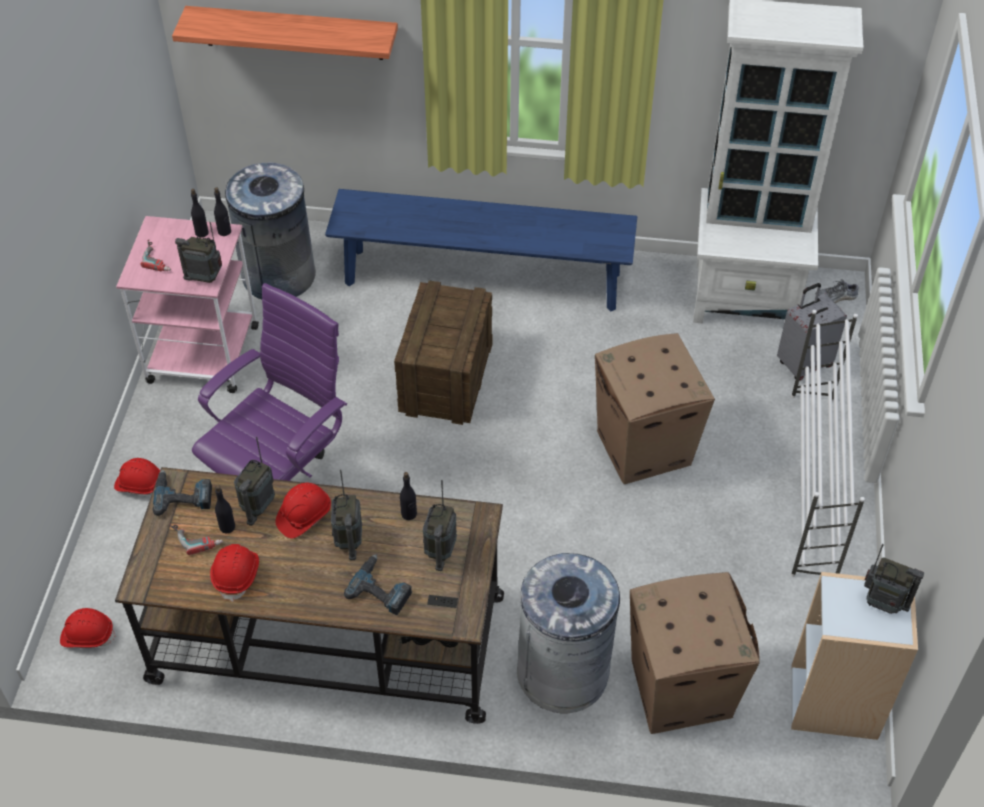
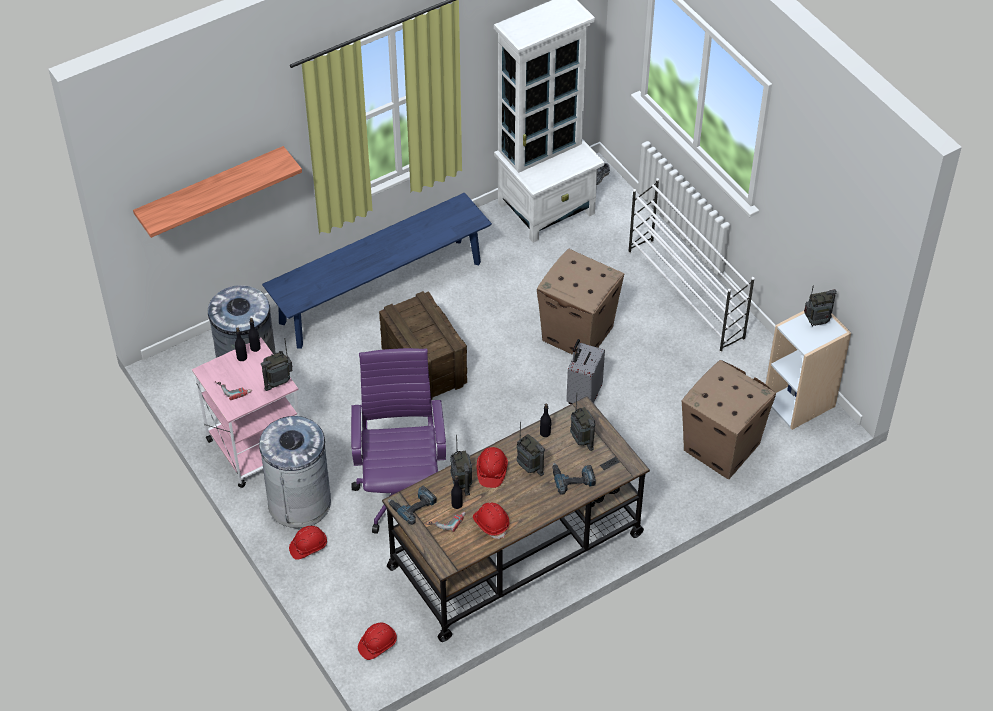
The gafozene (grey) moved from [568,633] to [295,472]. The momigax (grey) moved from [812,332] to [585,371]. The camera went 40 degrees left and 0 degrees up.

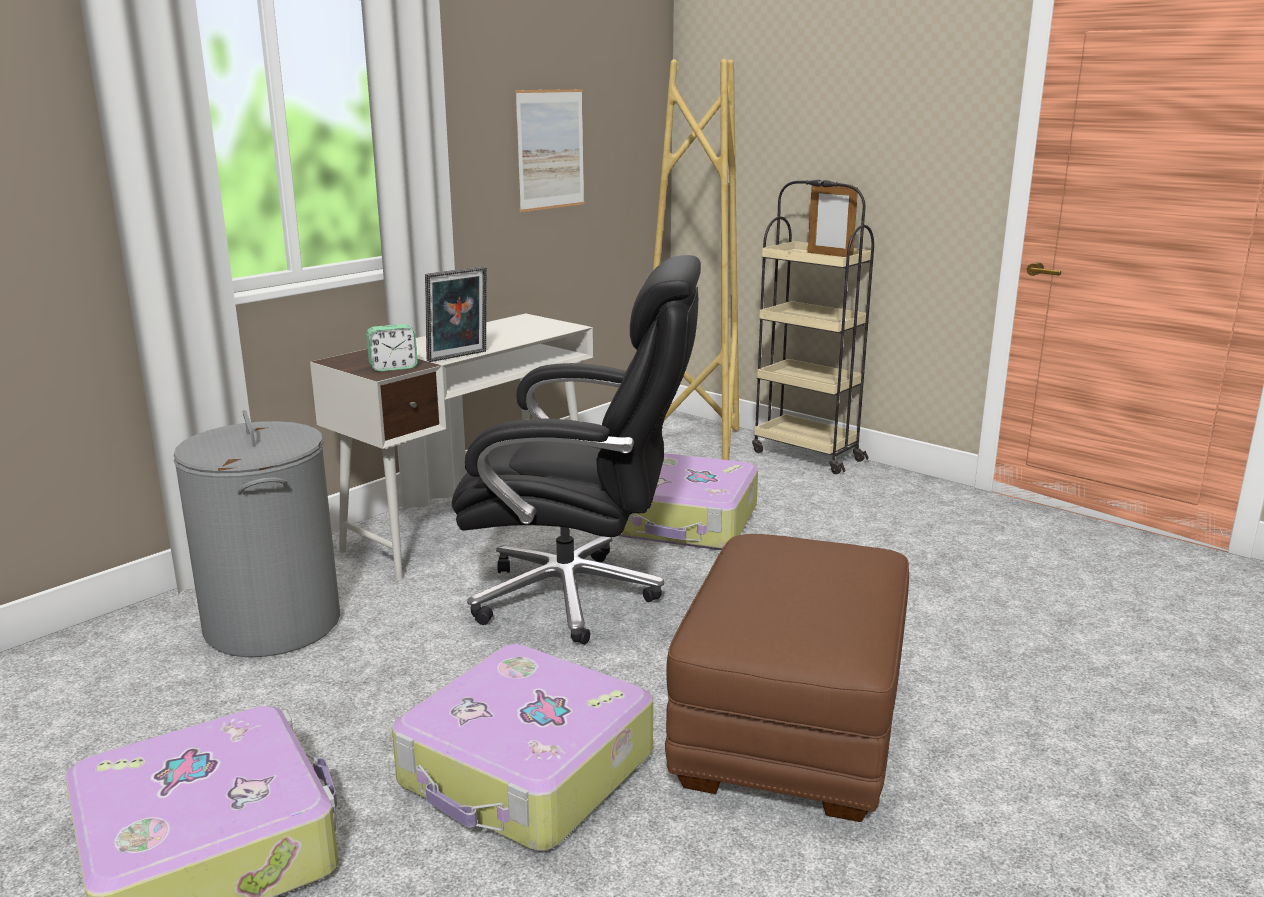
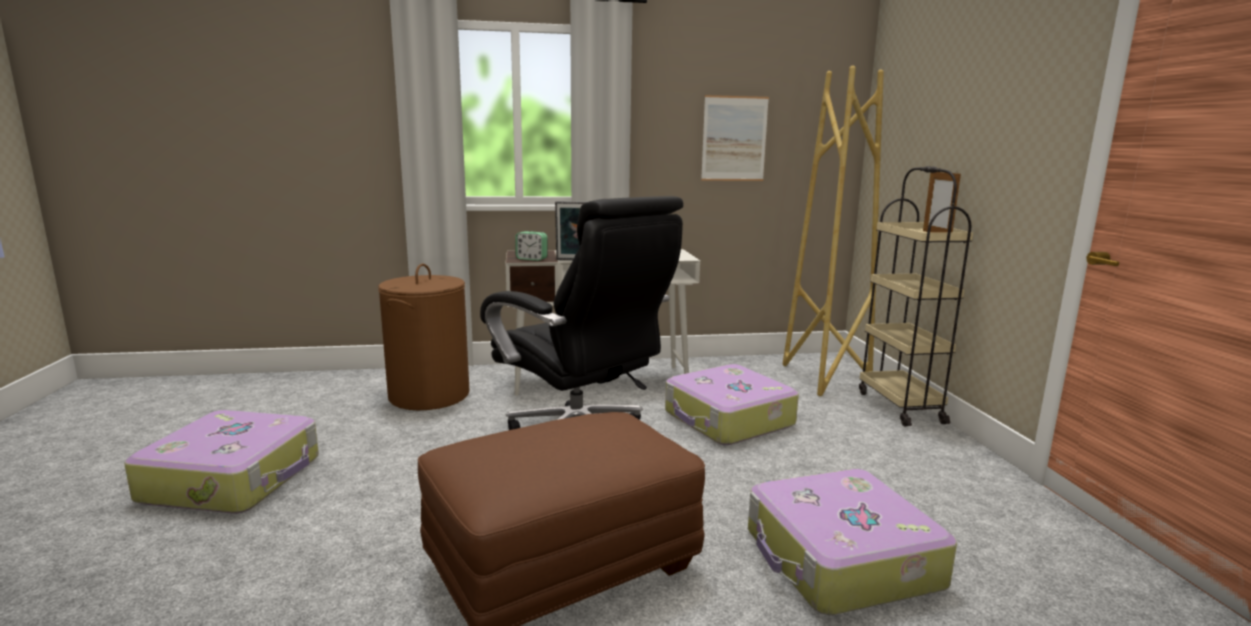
The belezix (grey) at [257,533] became the belezix (brown) at [423,337]. The momigax moved from [522,747] to [852,542]. The camera went 40 degrees right and 5 degrees down.

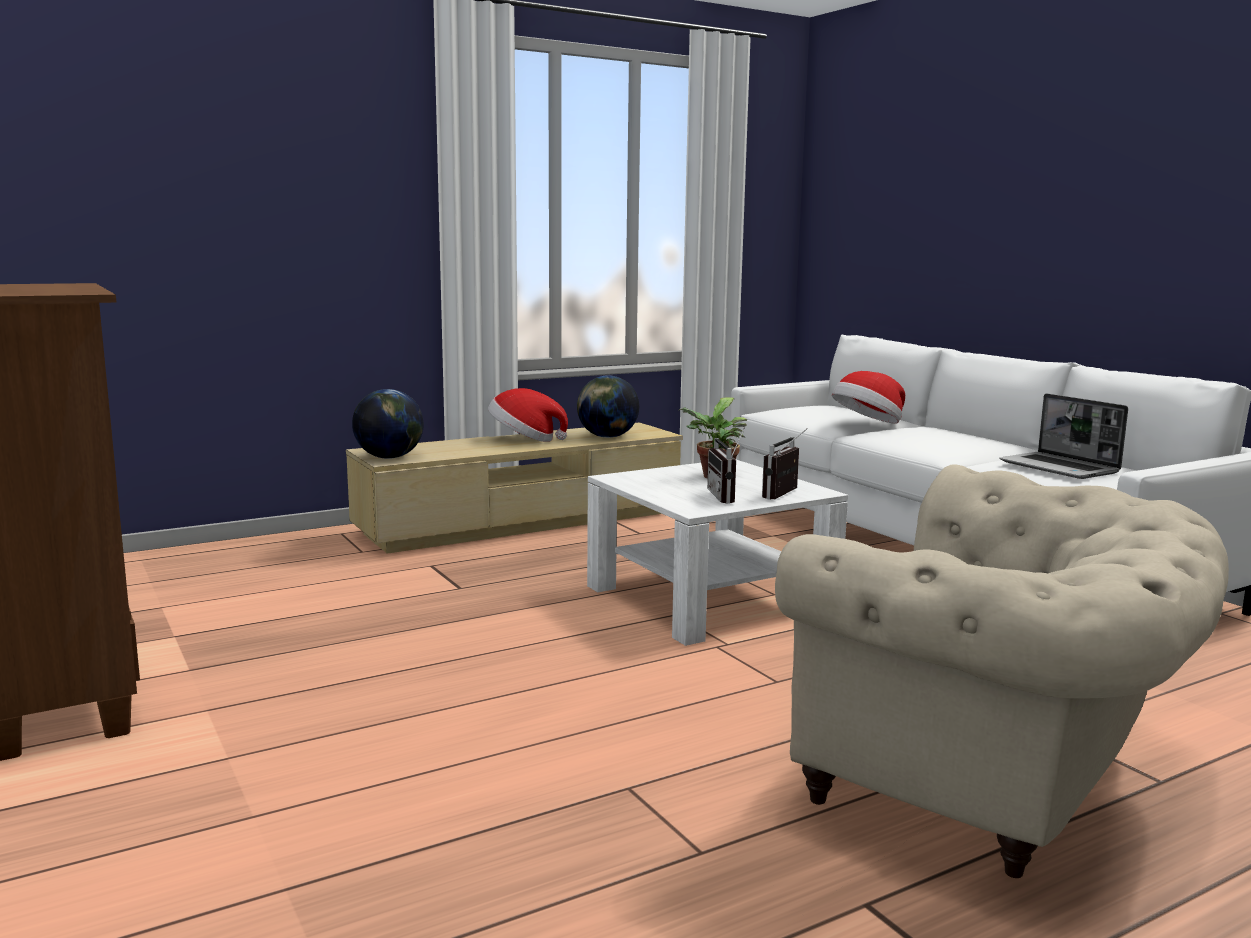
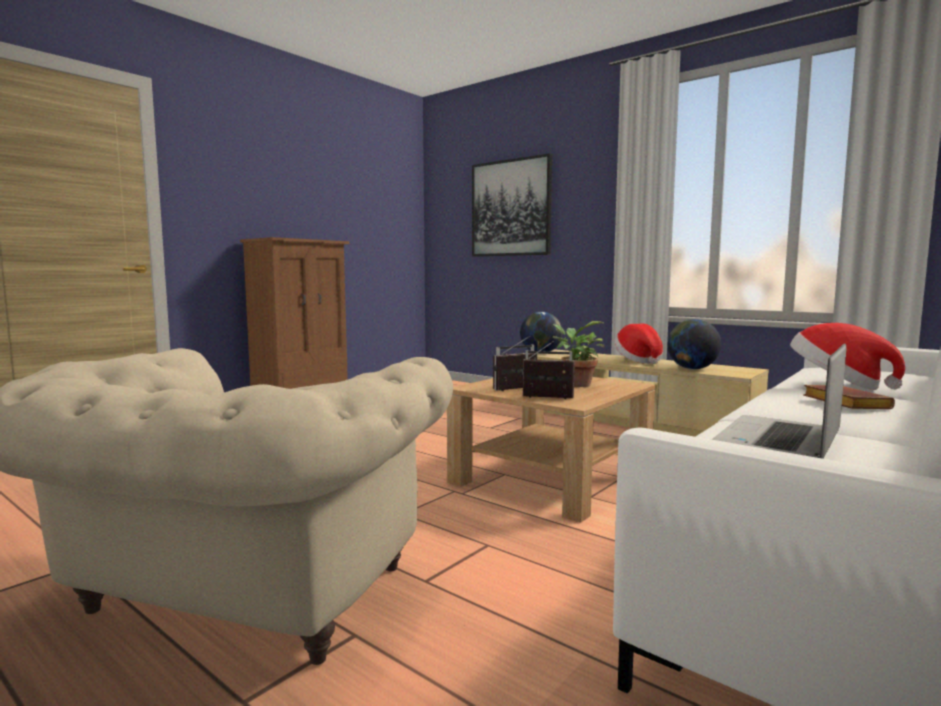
The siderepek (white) at [717,553] became the siderepek (brown) at [551,450]. The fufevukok at [512,205] appeared. The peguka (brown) at [849,397] appeared. The camera went 70 degrees right and 5 degrees down.

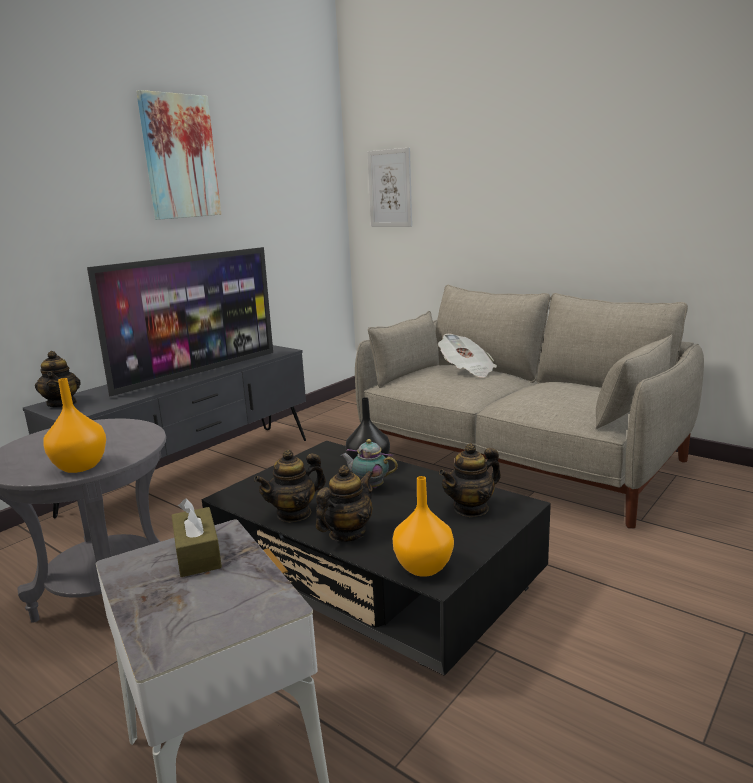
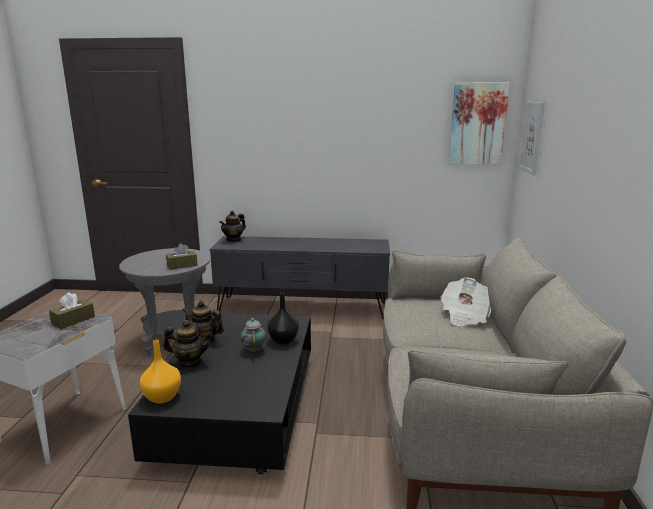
The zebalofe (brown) at [182,256] appeared. The fufevukok moved from [178,155] to [479,124]. The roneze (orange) at [74,425] disappeared. The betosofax at [180,321] disappeared. The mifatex at [470,480] disappeared. The camera went 55 degrees right and 0 degrees up.

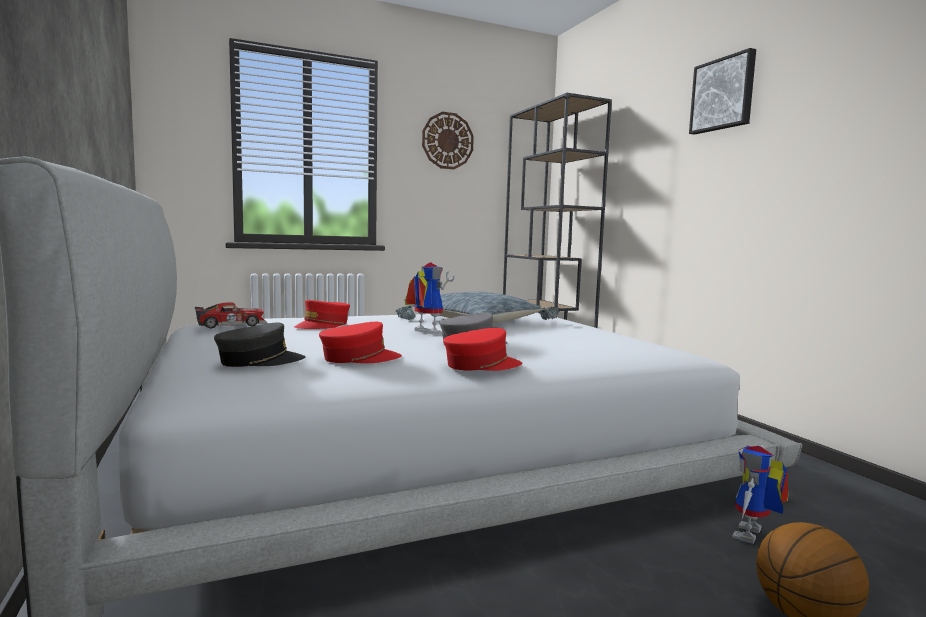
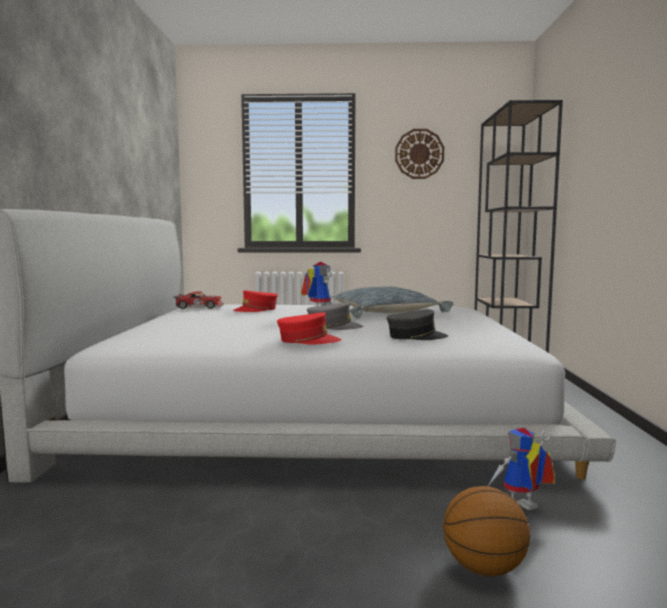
The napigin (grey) moved from [259,345] to [417,324]. The napigin (red) at [360,342] disappeared. The fufevukok at [722,91] disappeared. The camera went 25 degrees right and 0 degrees up.

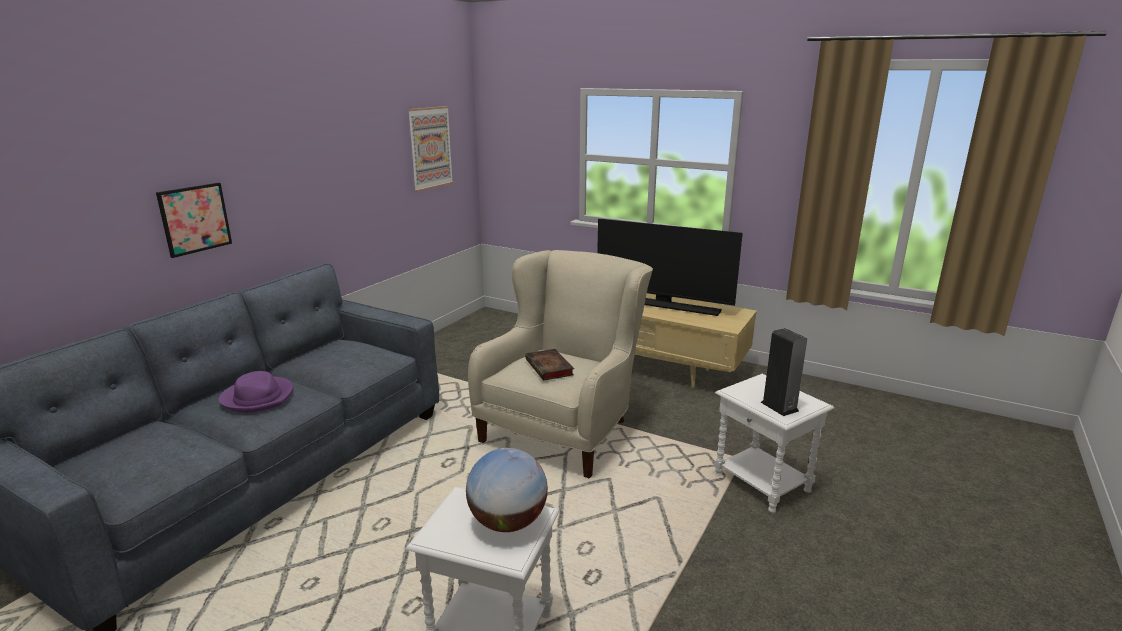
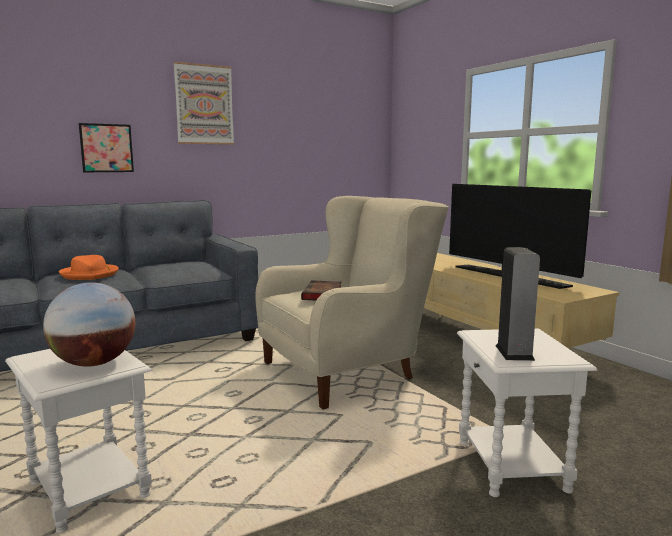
The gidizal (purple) at [256,392] became the gidizal (orange) at [89,267]. The fufevukok moved from [430,149] to [203,103]. The camera went 30 degrees right and 10 degrees down.

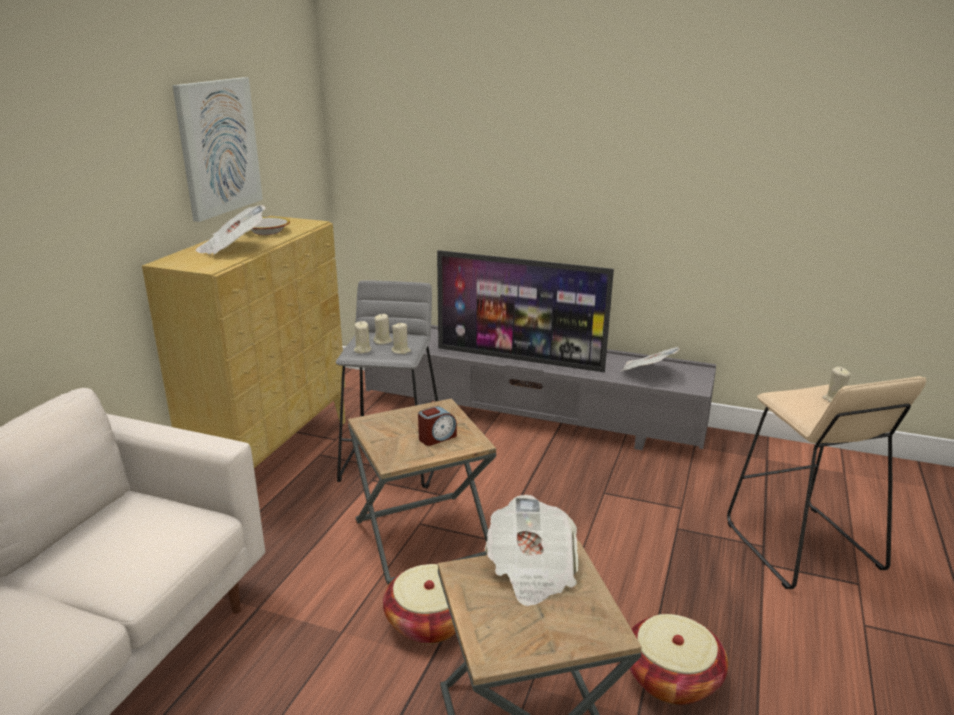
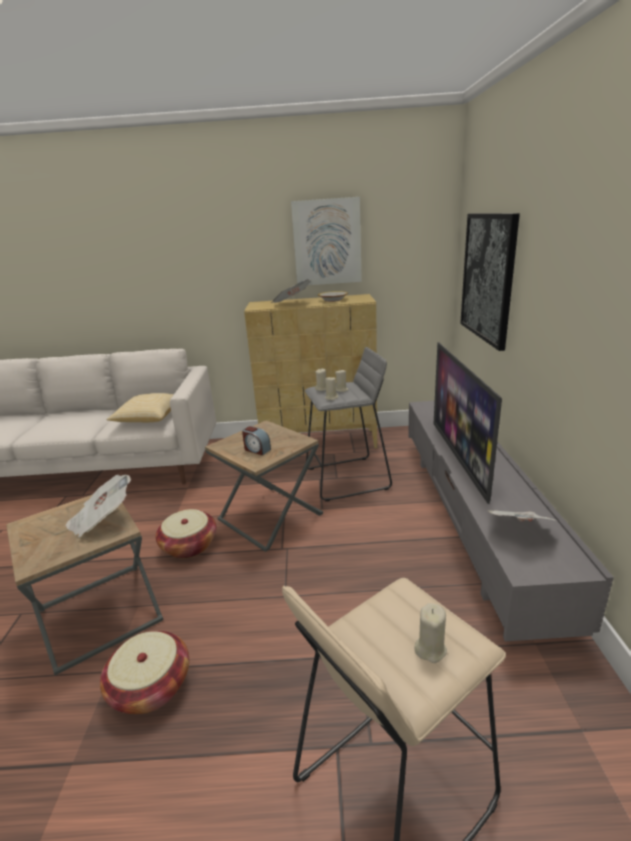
The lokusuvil at [140,407] appeared. The fufevukok at [490,282] appeared. The camera went 70 degrees right and 0 degrees up.

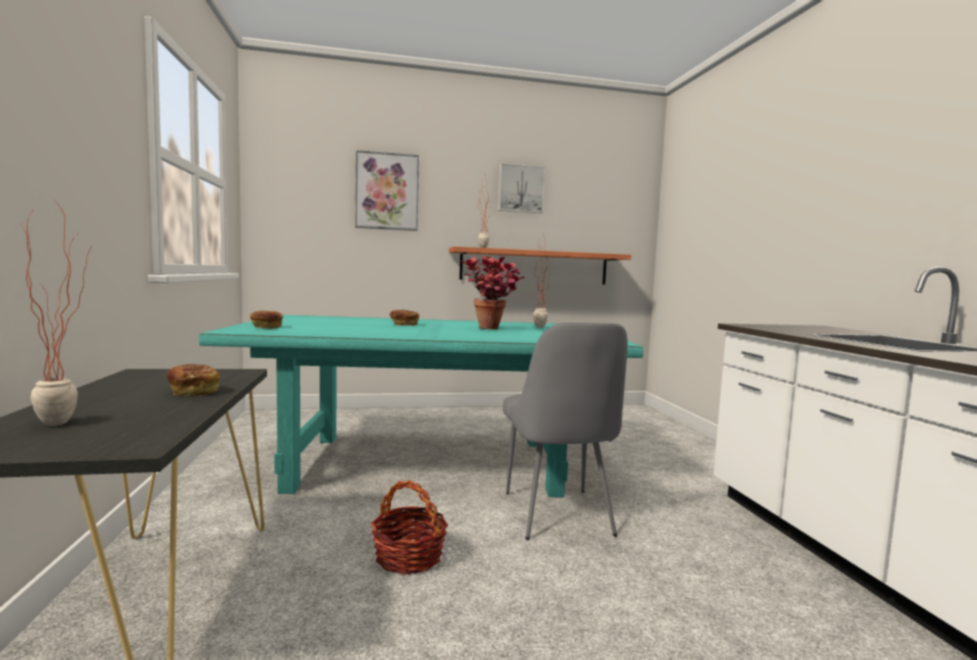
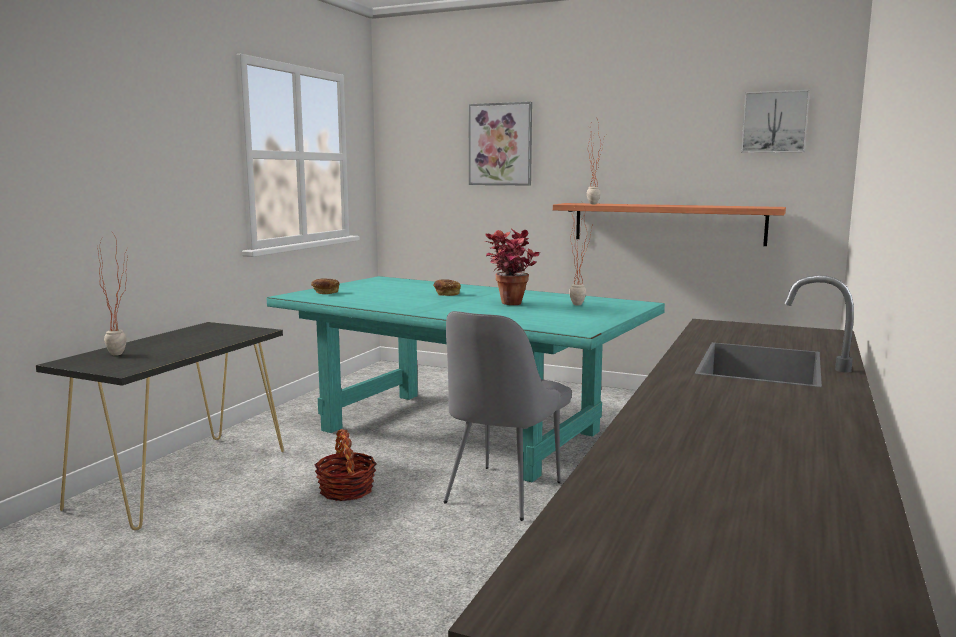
The fufevukok moved from [521,188] to [775,121]. The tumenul at [194,380] disappeared. The camera went 35 degrees right and 5 degrees up.

